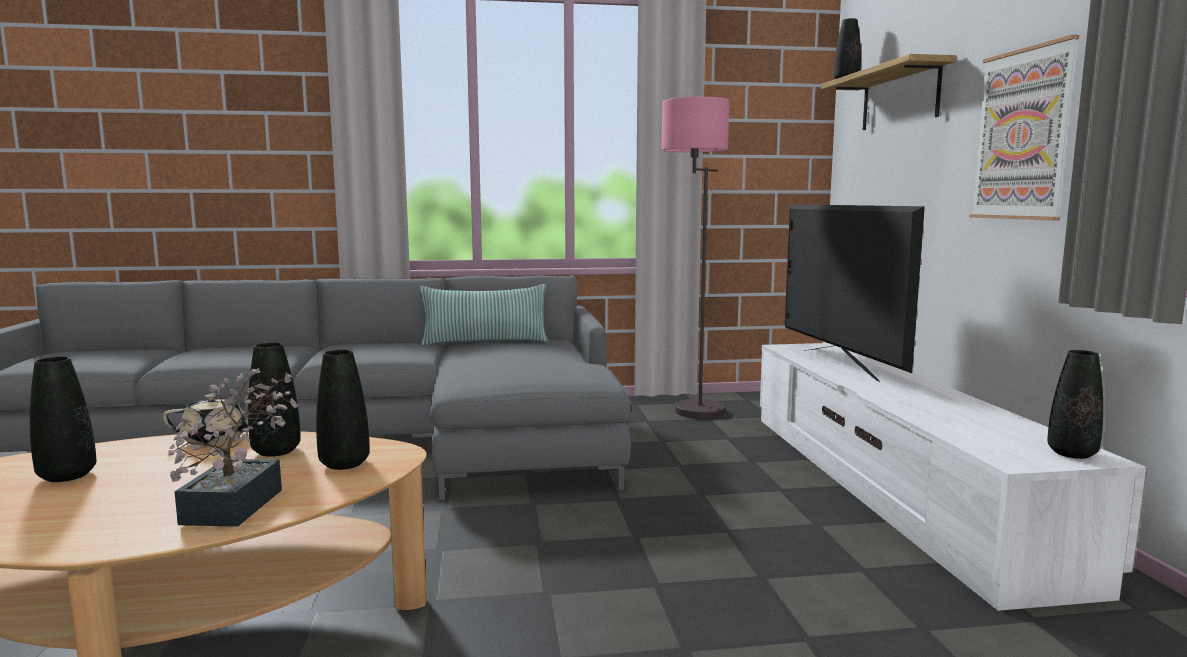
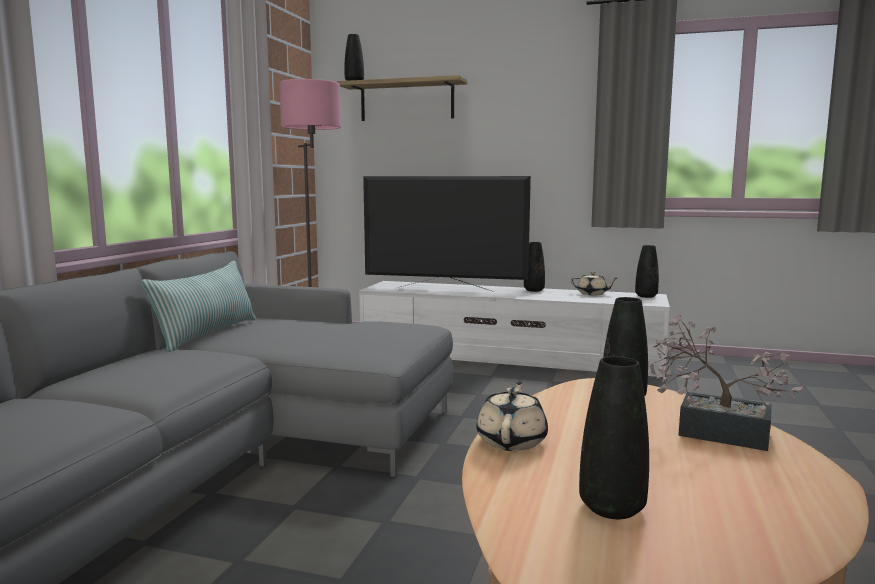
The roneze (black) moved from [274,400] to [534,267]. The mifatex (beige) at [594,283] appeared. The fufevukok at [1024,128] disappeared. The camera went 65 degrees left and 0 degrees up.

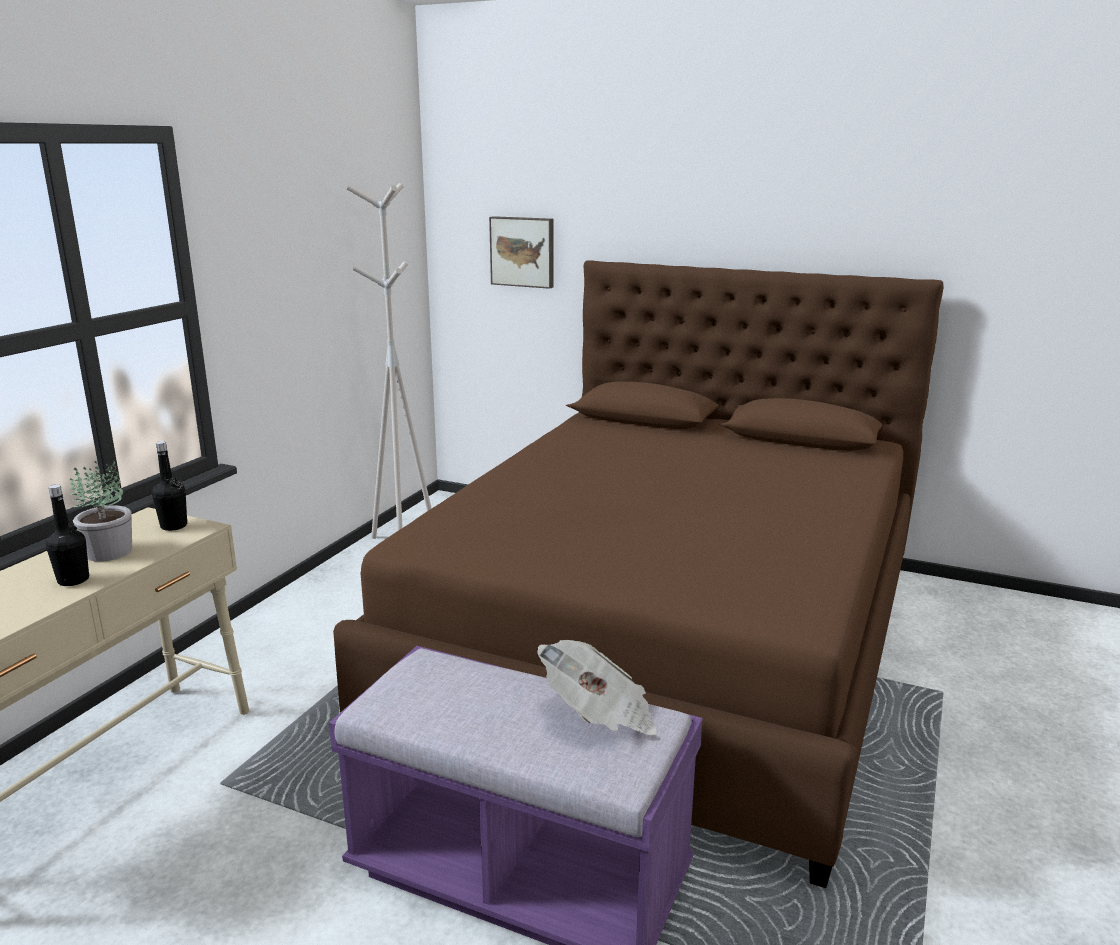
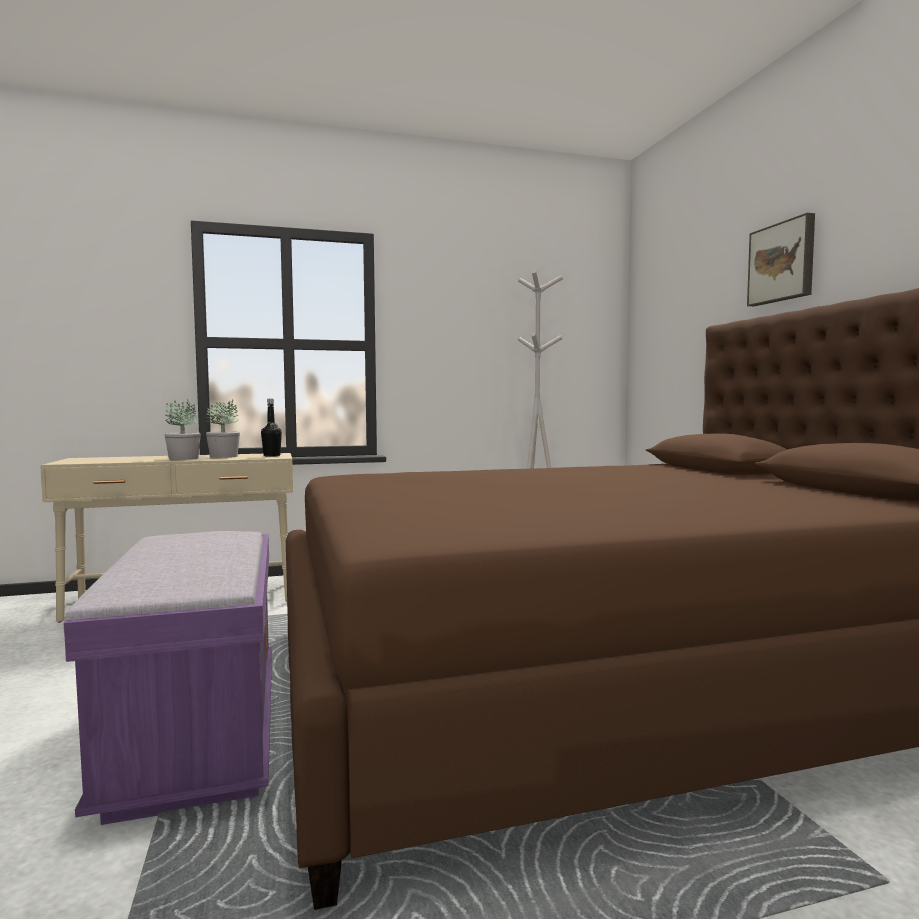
The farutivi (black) at [67,535] was replaced by the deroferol at [182,429]. The fufevukok moved from [521,252] to [781,259]. The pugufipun at [597,687] disappeared. The camera went 50 degrees right and 15 degrees down.

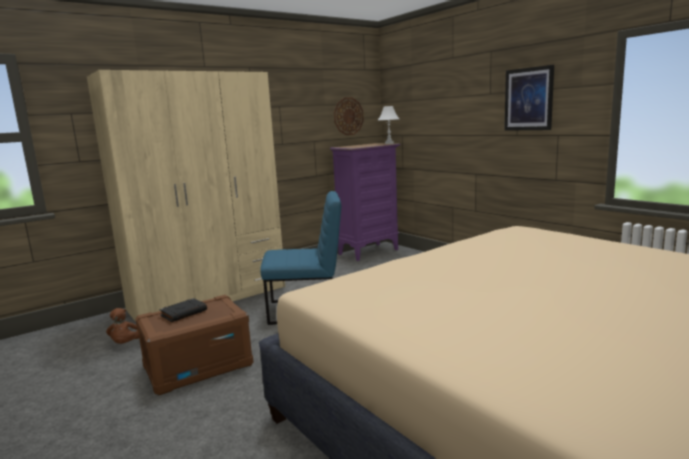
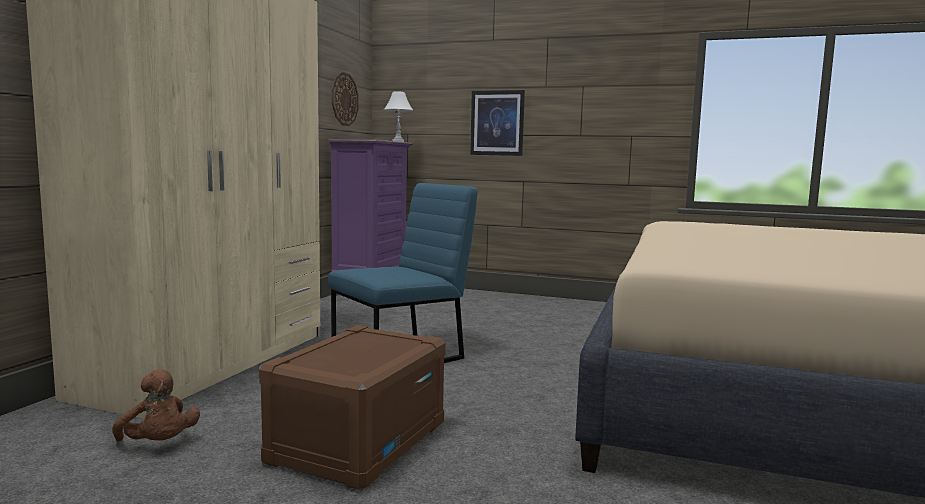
The fufevukok moved from [529,98] to [497,123]. The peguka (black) at [183,310] disappeared. The camera went 35 degrees left and 5 degrees down.

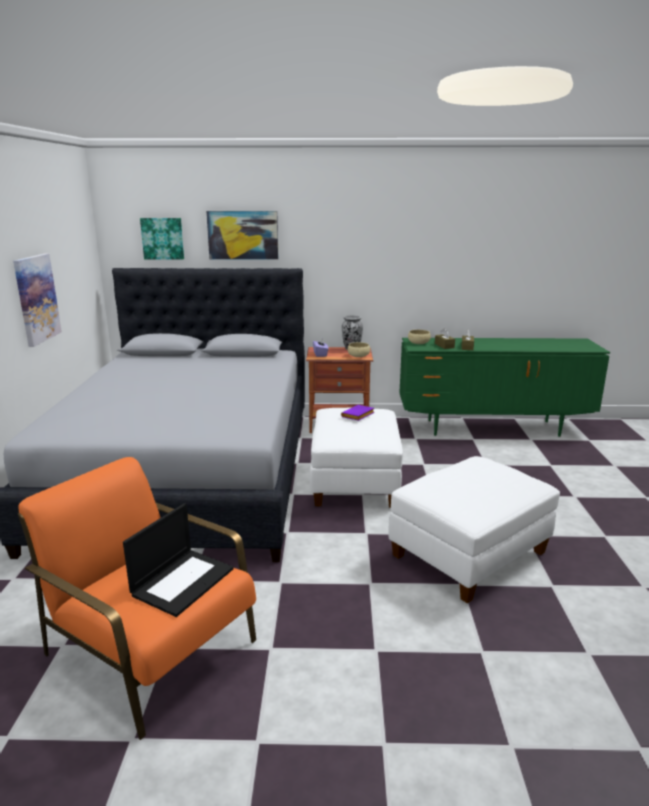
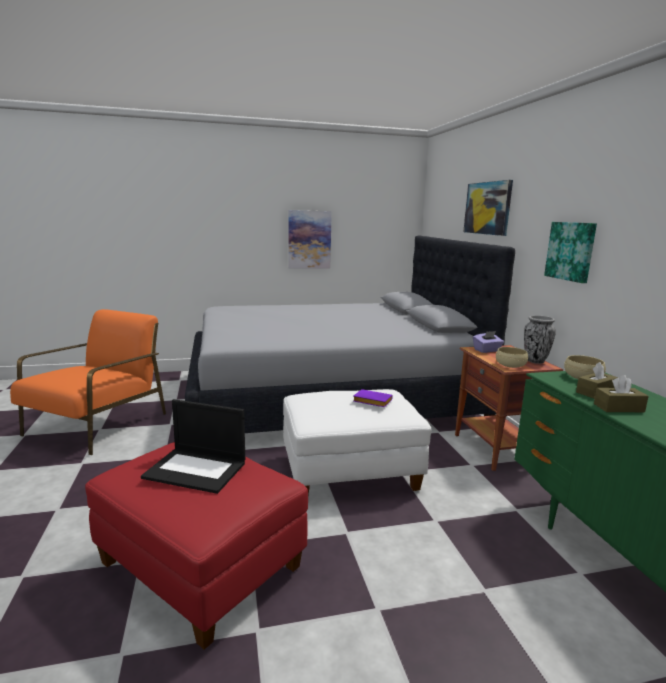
The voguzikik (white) at [474,529] became the voguzikik (red) at [196,546]. The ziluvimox moved from [178,560] to [193,446]. The fufevukok moved from [162,239] to [570,252]. The camera went 75 degrees right and 5 degrees down.

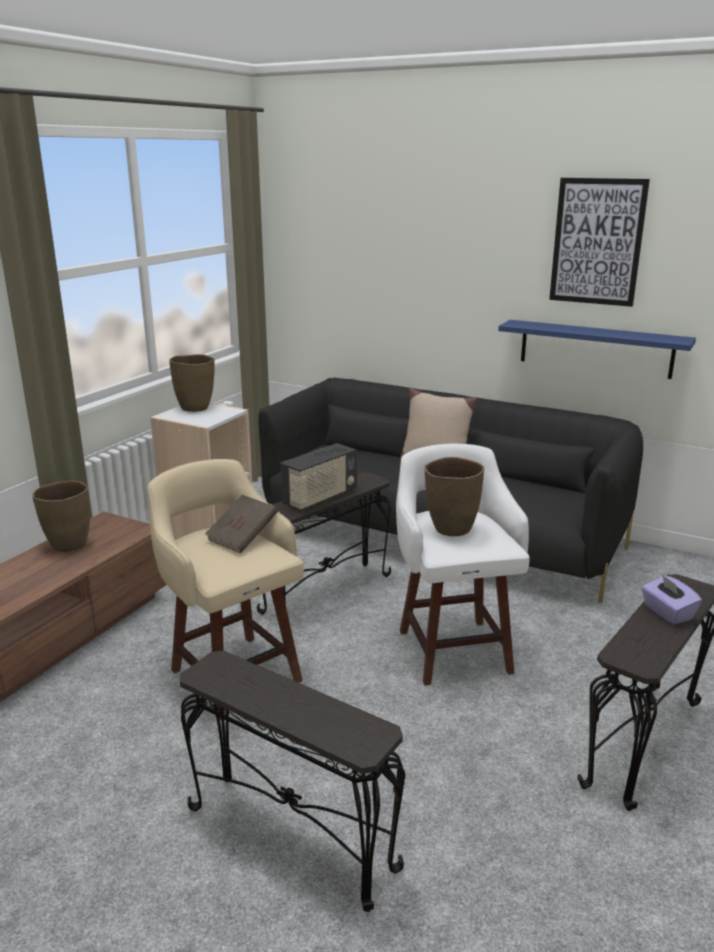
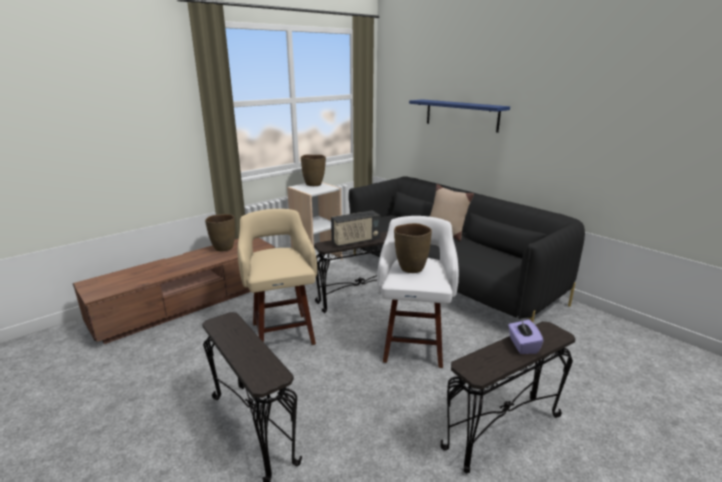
The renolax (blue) moved from [597,349] to [459,116]. The peguka (brown) at [241,524] disappeared. The fufevukok at [599,242] disappeared. The camera went 20 degrees right and 0 degrees up.

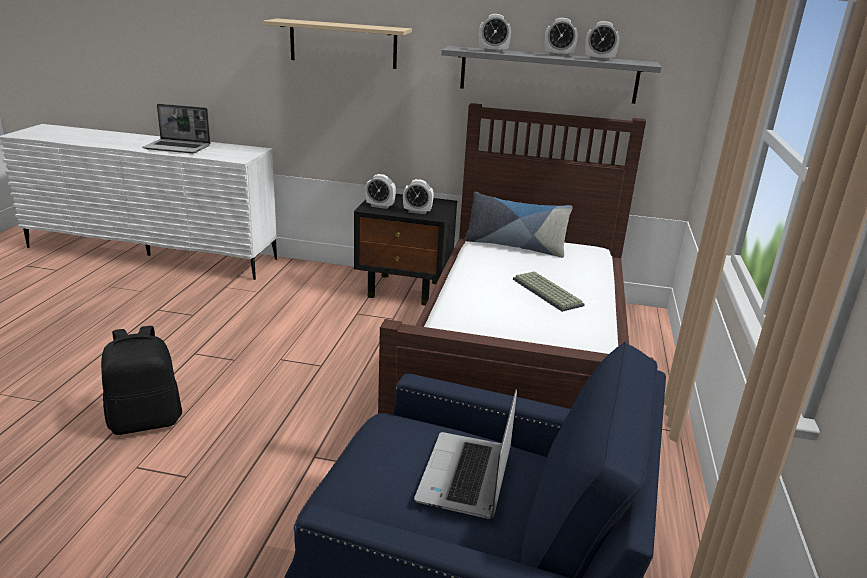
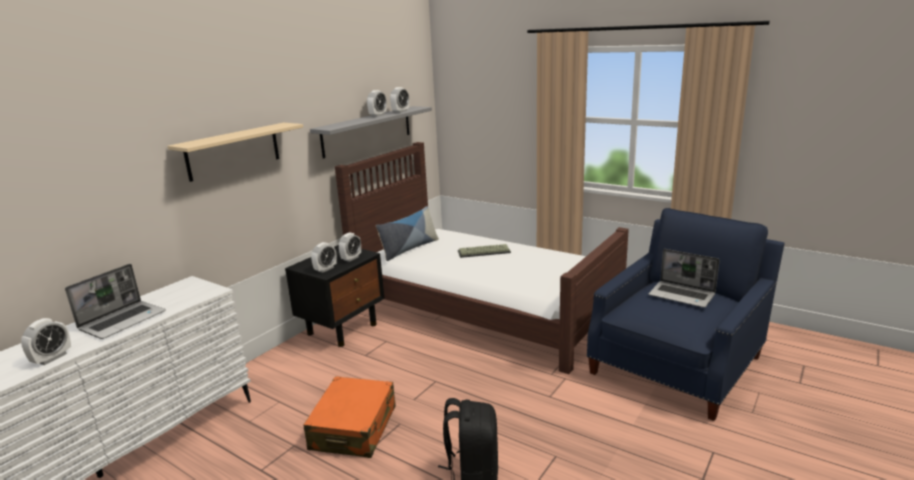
The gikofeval moved from [495,33] to [46,341]. The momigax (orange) at [349,417] appeared. The camera went 65 degrees left and 5 degrees down.

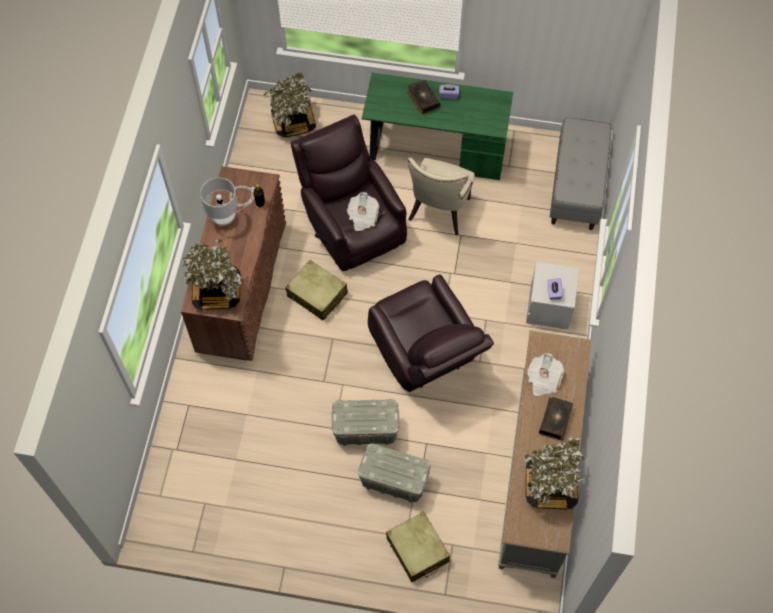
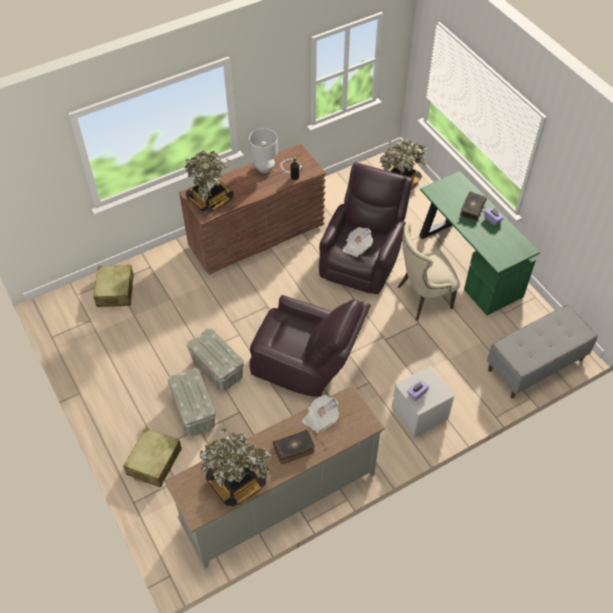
The momigax (beige) moved from [316,290] to [114,286]. The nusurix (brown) at [431,333] turned 90 degrees counterclockwise. The camera went 50 degrees right and 10 degrees down.

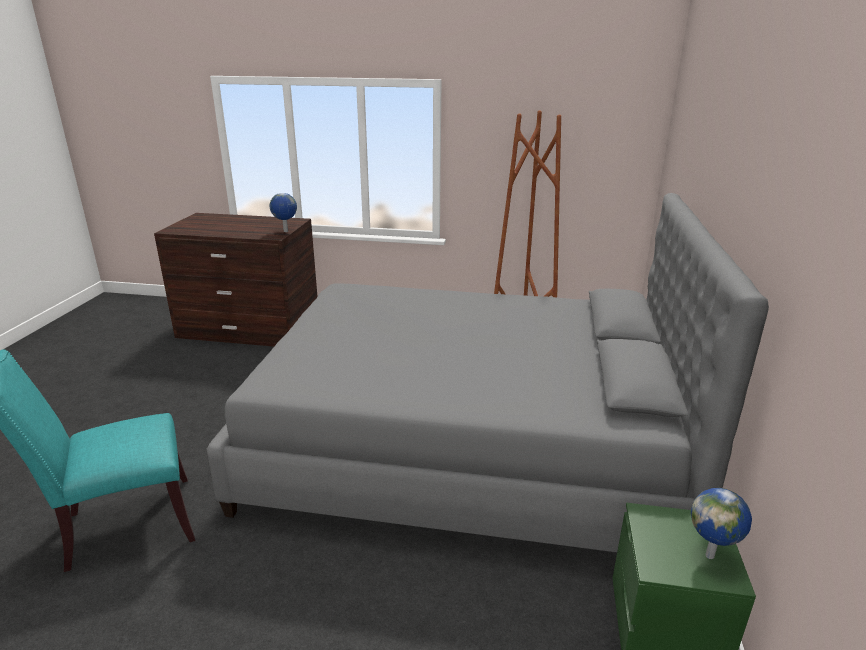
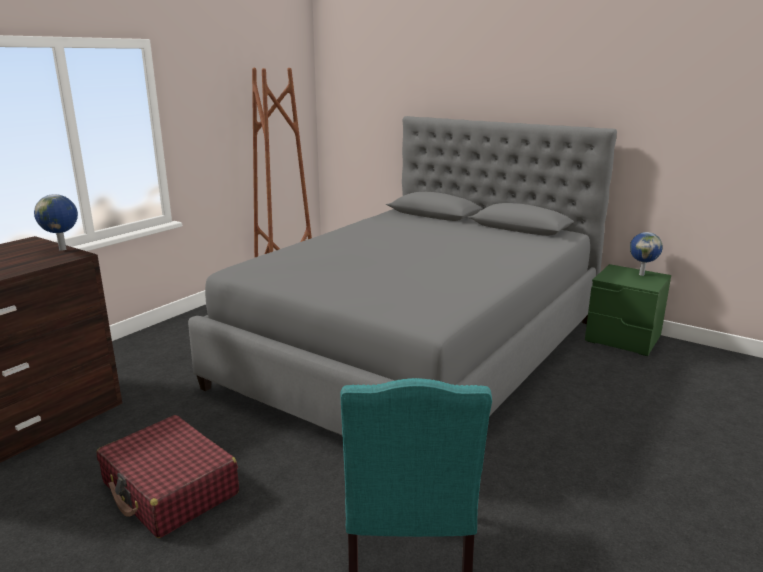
The momigax (red) at [168,476] appeared. The camera went 65 degrees left and 5 degrees down.

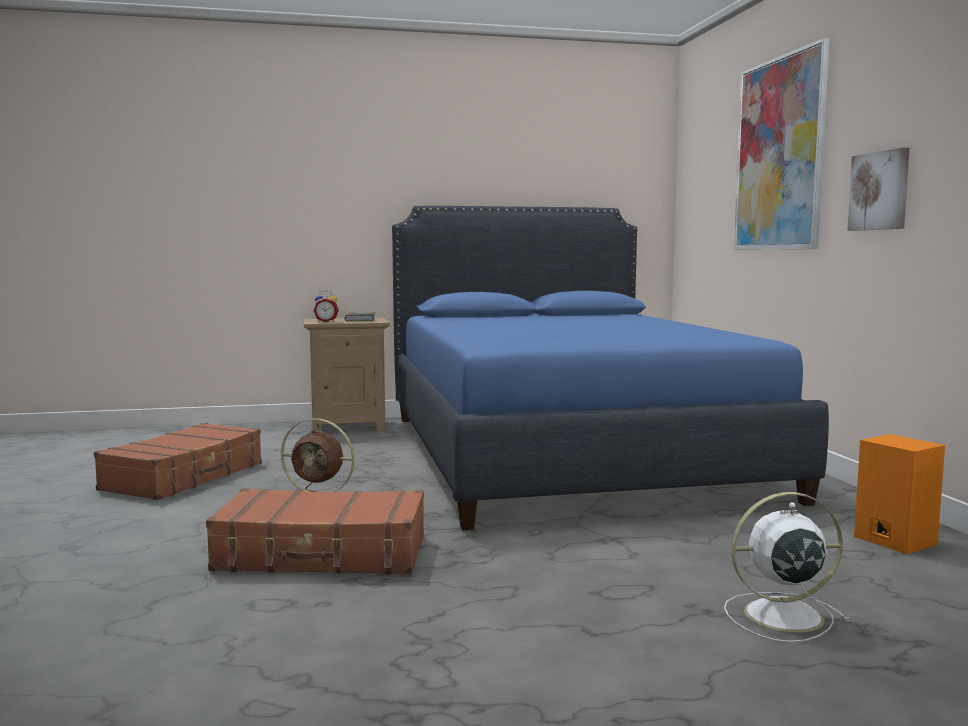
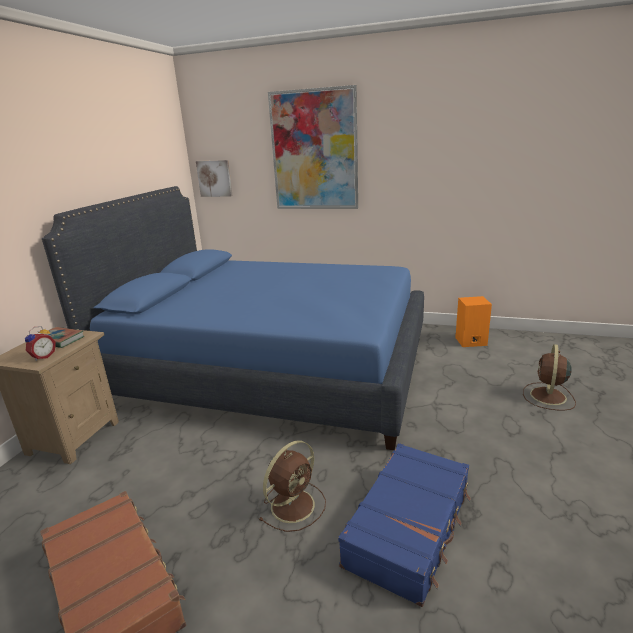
The fufevukok moved from [879,189] to [214,178]. The momigax (brown) at [315,531] became the momigax (blue) at [404,525]. The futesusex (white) at [787,567] became the futesusex (brown) at [549,377]. The camera went 60 degrees left and 15 degrees up.

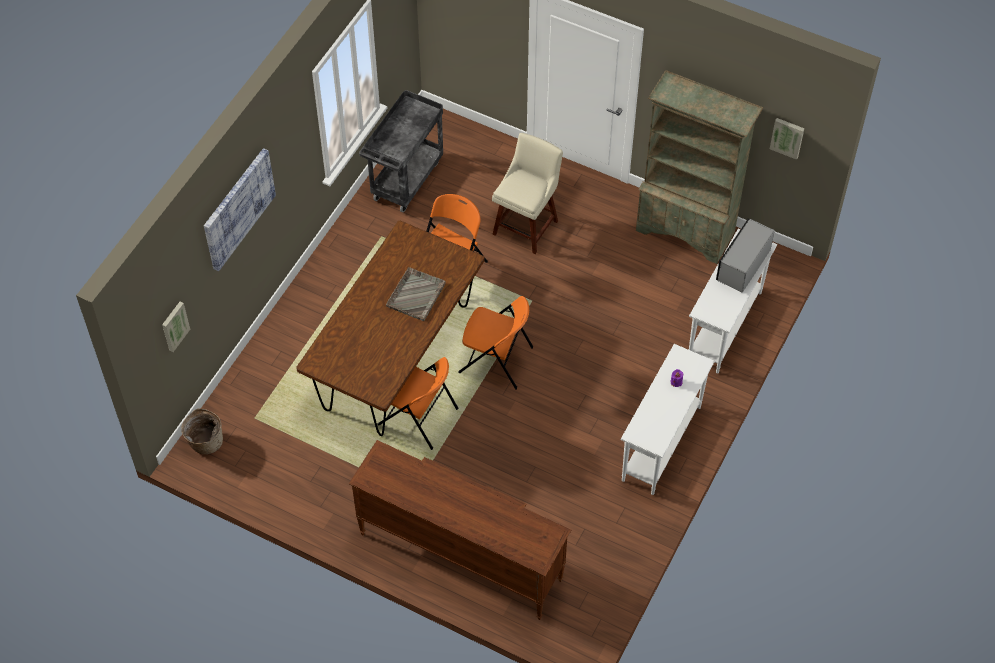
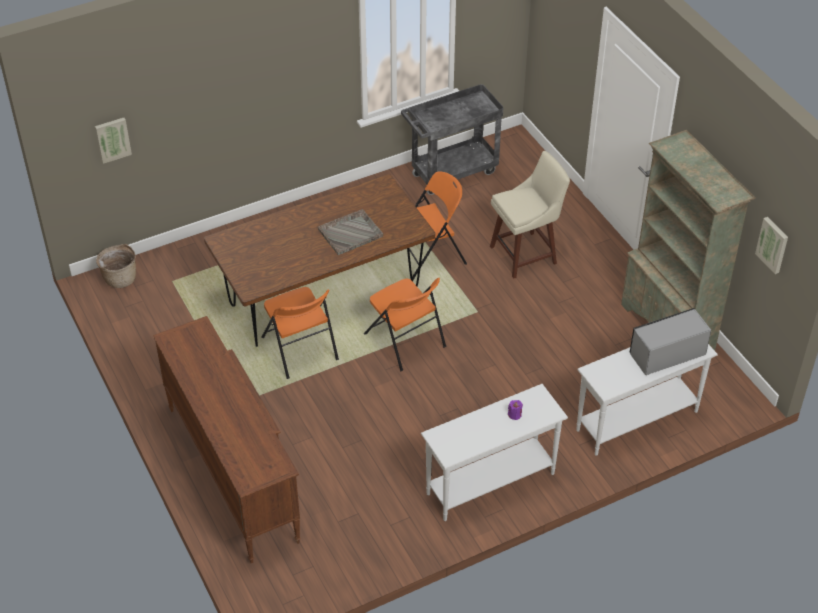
The fufevukok at [240,209] disappeared. The camera went 35 degrees right and 10 degrees down.

